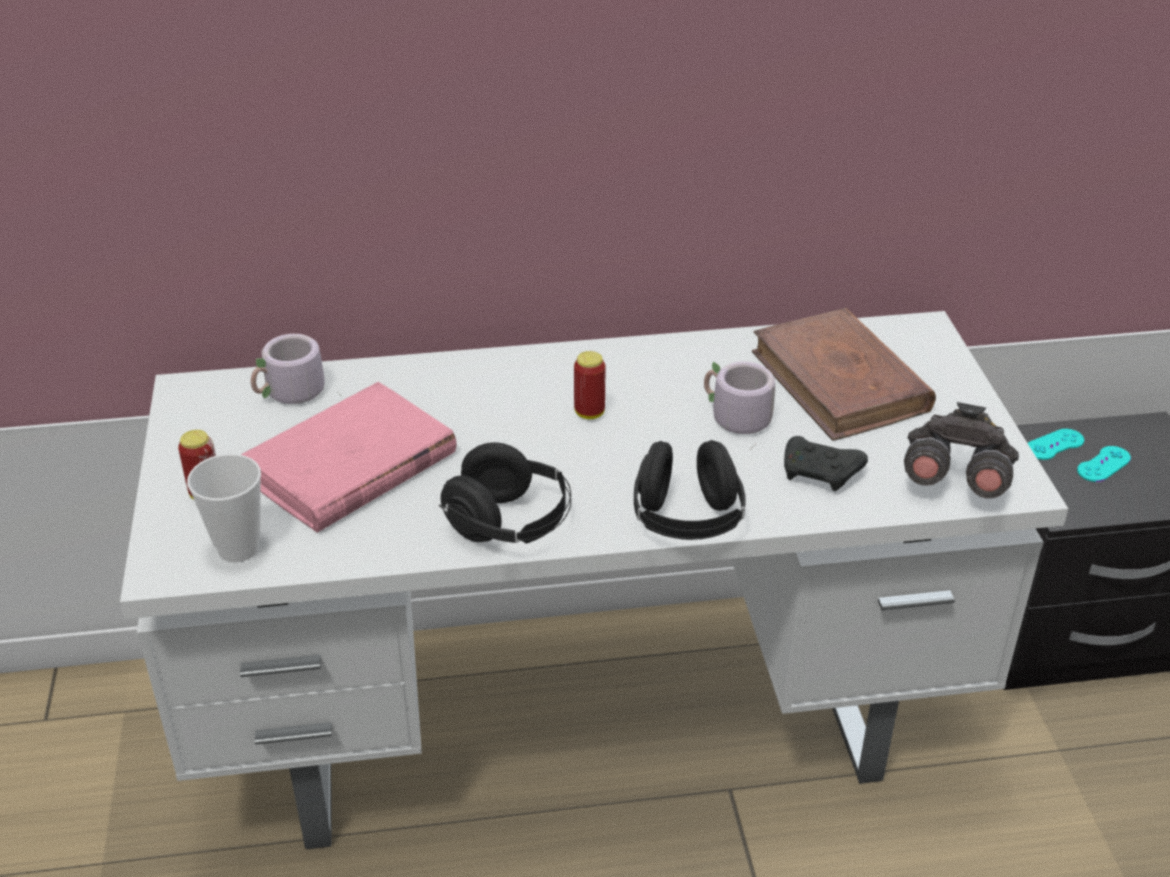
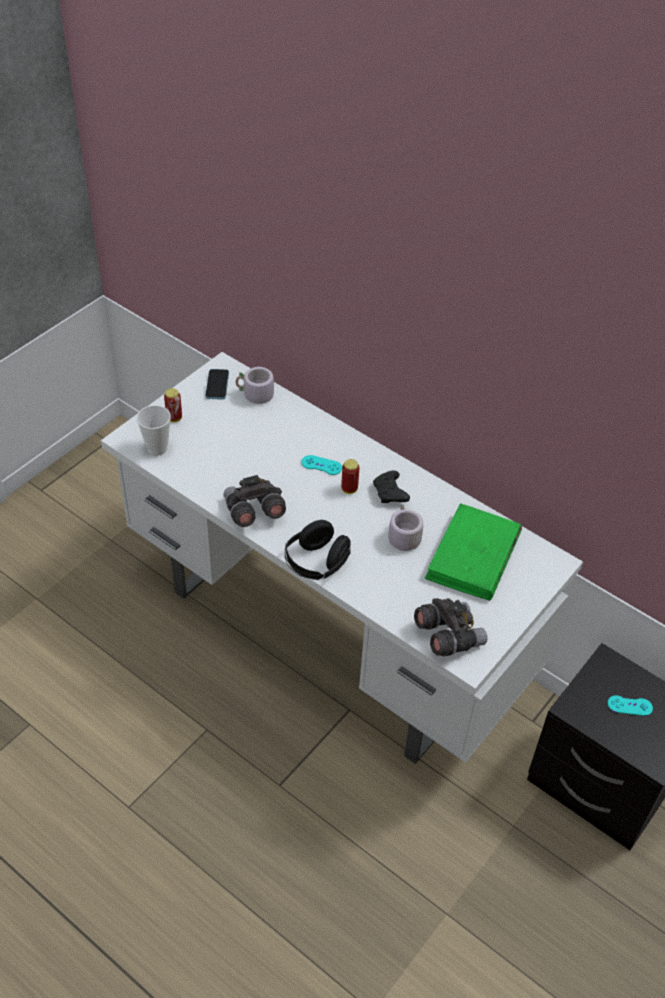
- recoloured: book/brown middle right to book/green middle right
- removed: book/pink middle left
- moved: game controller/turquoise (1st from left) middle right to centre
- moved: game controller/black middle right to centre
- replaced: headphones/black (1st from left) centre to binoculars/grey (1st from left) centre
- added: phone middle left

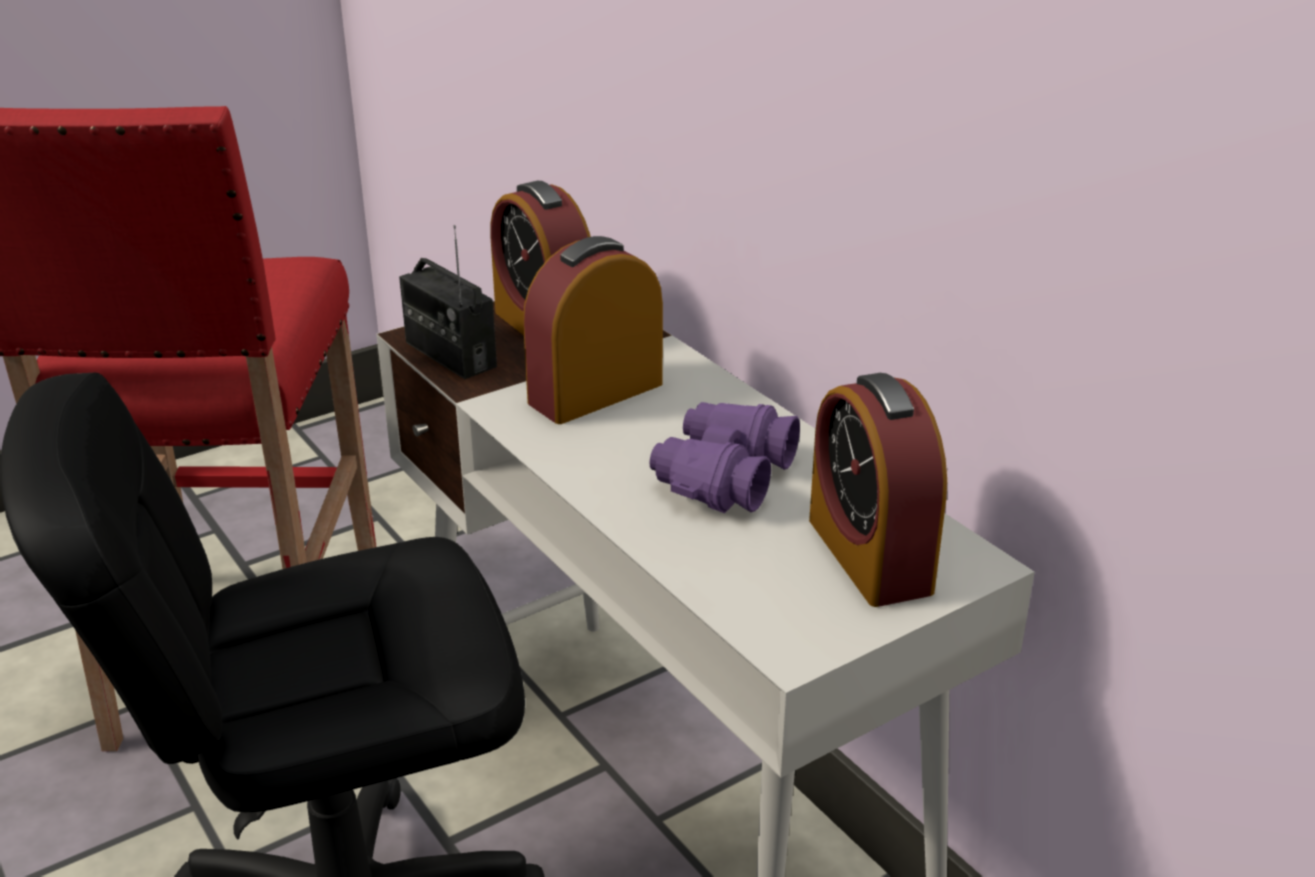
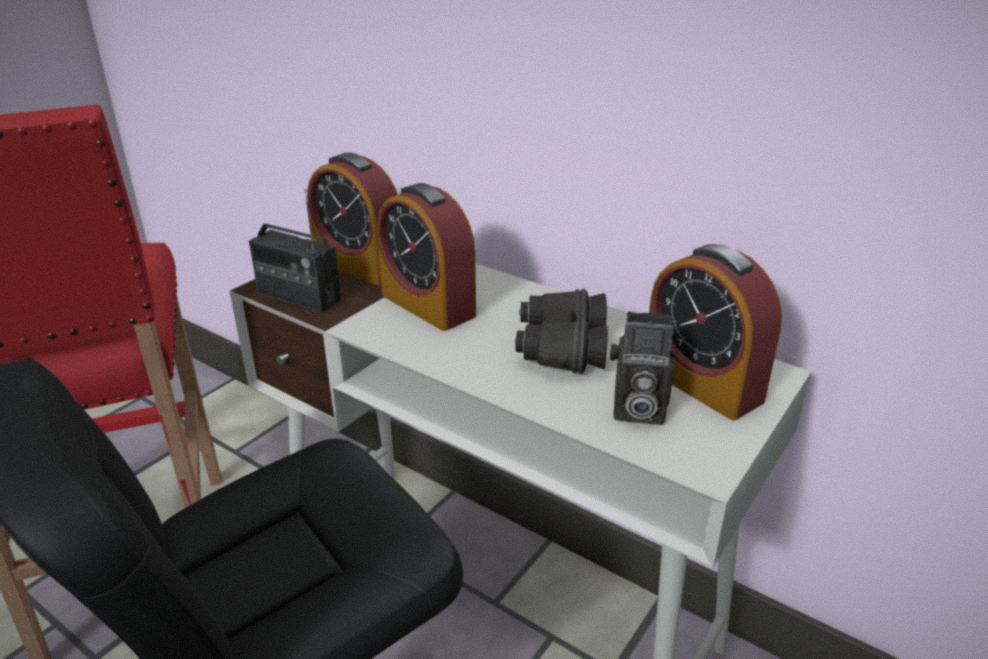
- turned: alarm clock (2nd from left) centre = centre 75 degrees counterclockwise
- recoloured: binoculars/purple centre to binoculars/black centre
- added: photo camera centre

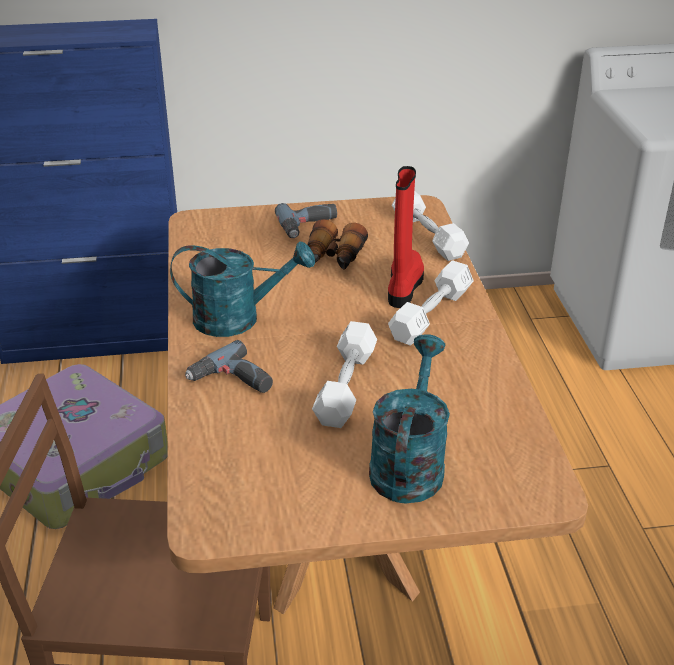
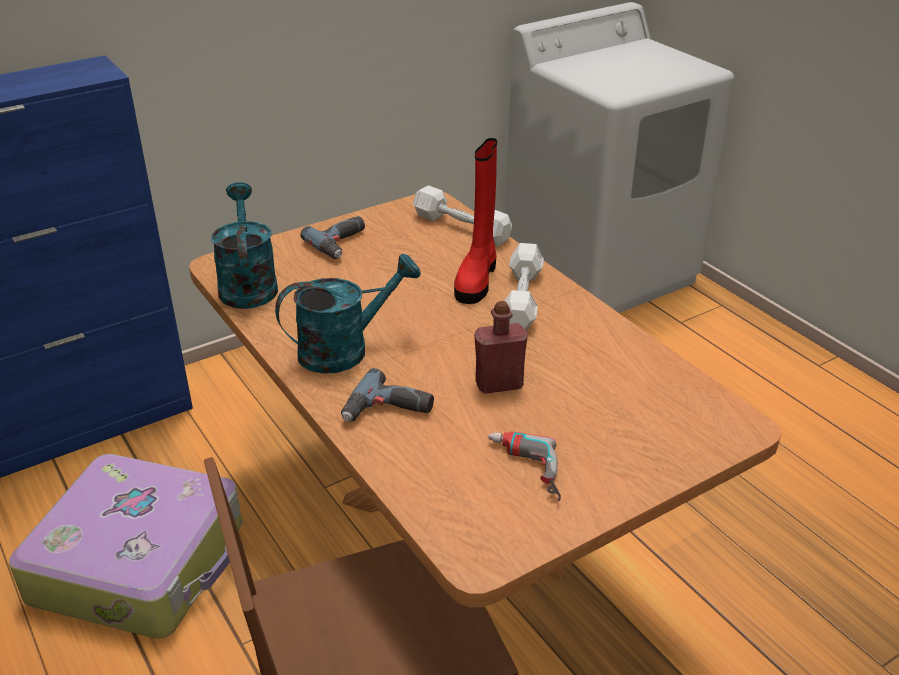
- turned: boot/red centre = top centre 150 degrees counterclockwise
- removed: binoculars centre
- replaced: dumbbell/white (1st from left) centre to bottle/red centre
- moved: watering can/turquoise (2nd from left in the first image) centre to watering can/turquoise (1st from left) middle left
- added: power drill (3rd from left) bottom centre

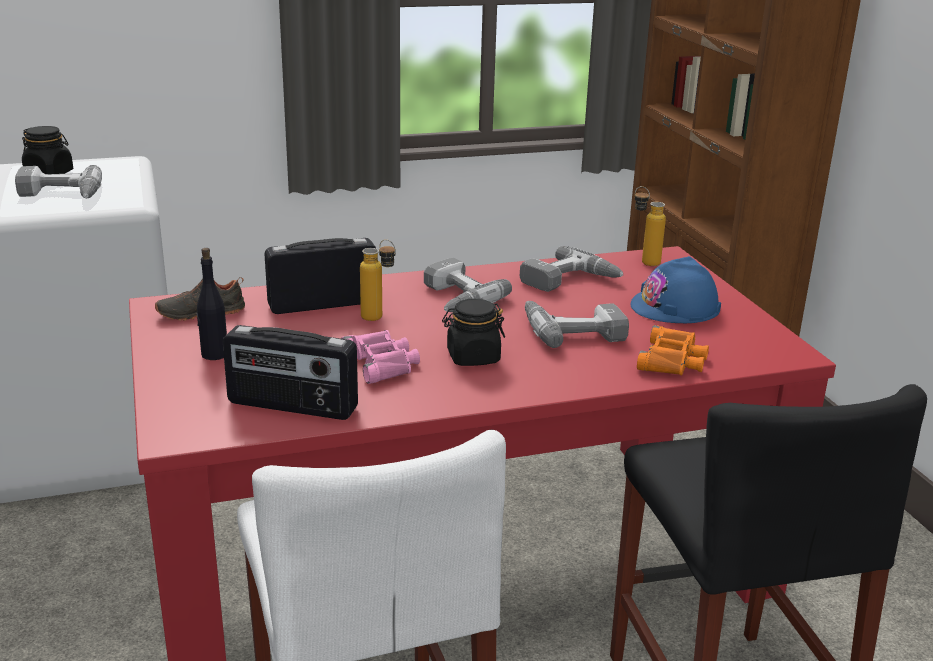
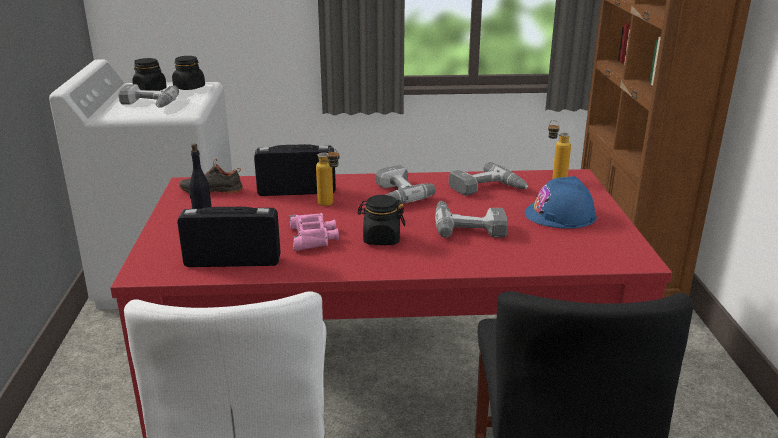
- turned: radio (1st from left) middle left = middle left 150 degrees clockwise
- removed: binoculars/orange middle right
- added: jar/black (2nd from left) top left

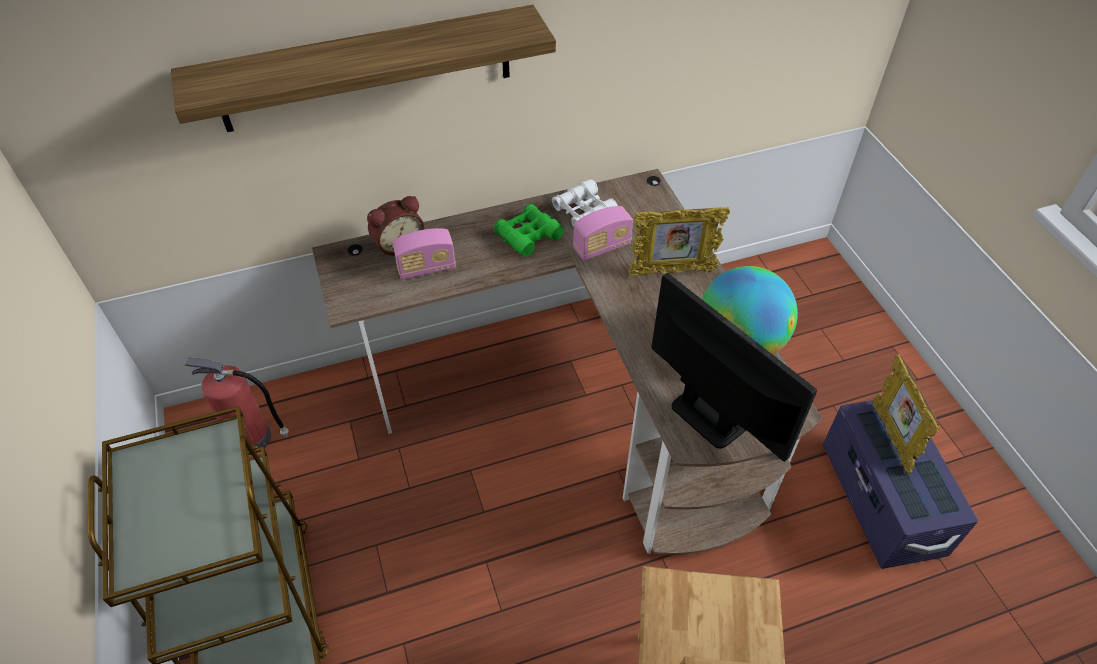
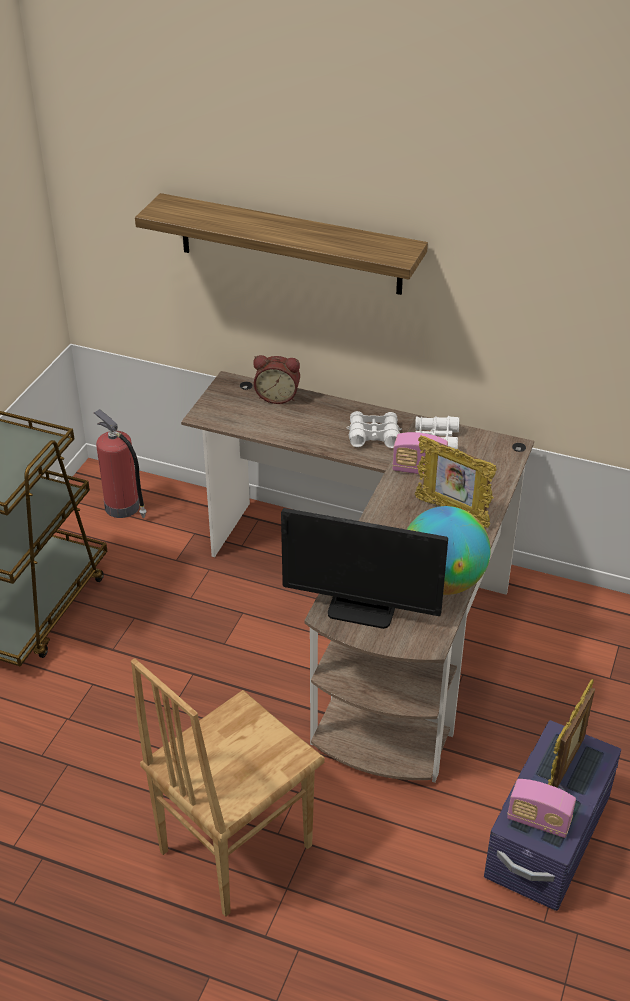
- recoloured: binoculars/green centre to binoculars/white (1st from left) centre
- moved: radio (1st from left in the first image) centre to radio (2nd from left) bottom right
- turned: monitor middle right = centre 105 degrees clockwise

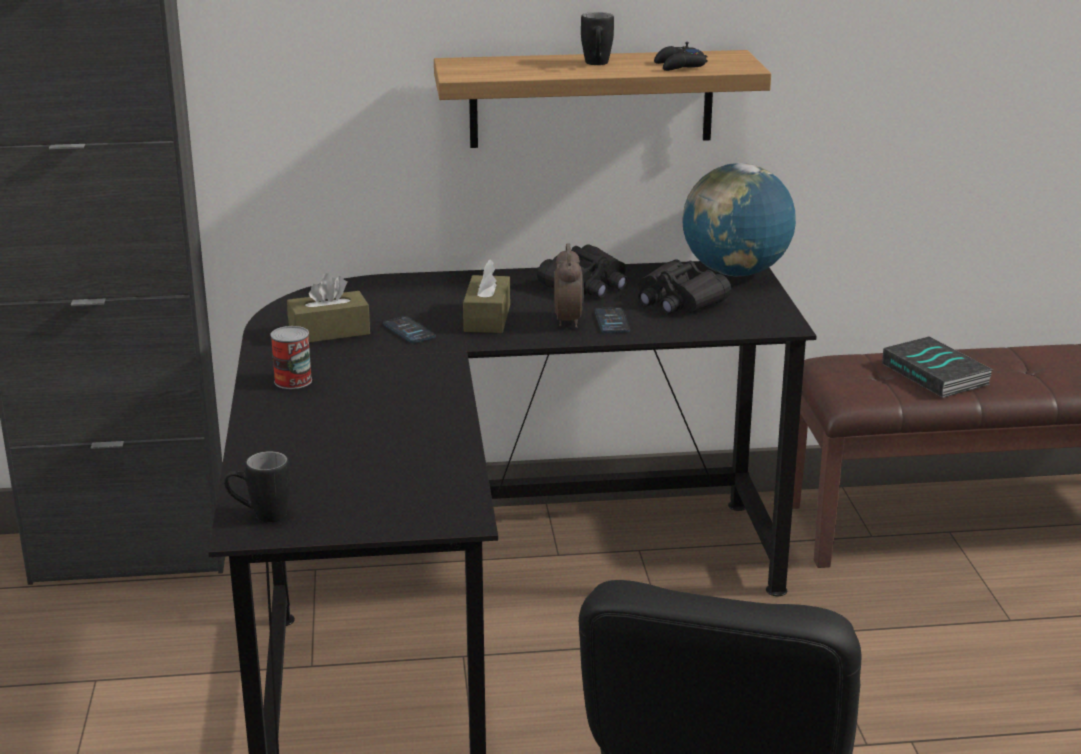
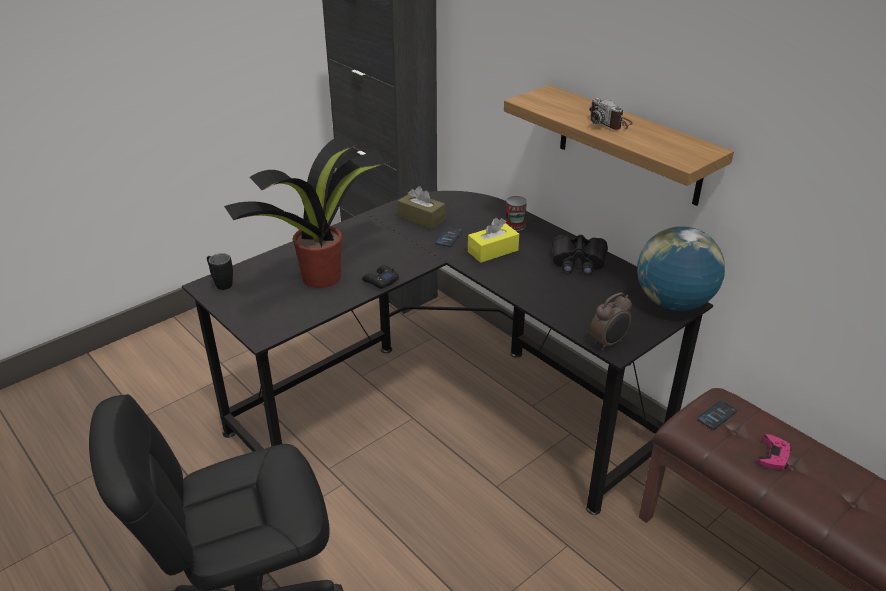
- replaced: mug/black (2nd from left) top centre to photo camera top right
- moved: game controller/black top centre to centre
- moved: alarm clock centre to middle right
- recoloured: tissue box/brown (2nd from left) centre to tissue box/yellow centre
- removed: binoculars/black (2nd from left) centre
- moved: phone (2nd from left) centre to bottom right
- moved: can middle left to centre
- replaced: book middle right to game controller/pink bottom right
- added: potted plant centre

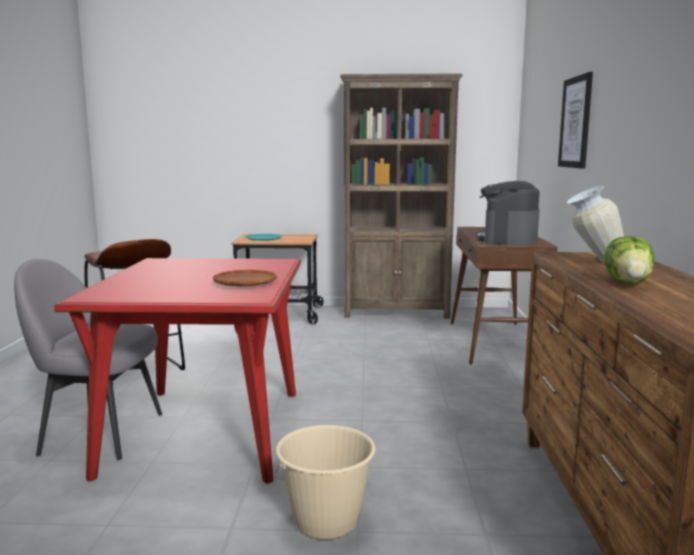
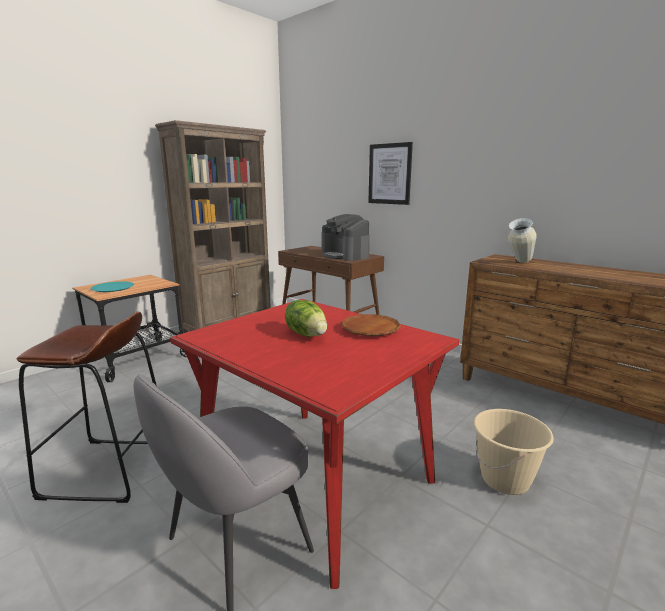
- moved: lettuce middle right to centre

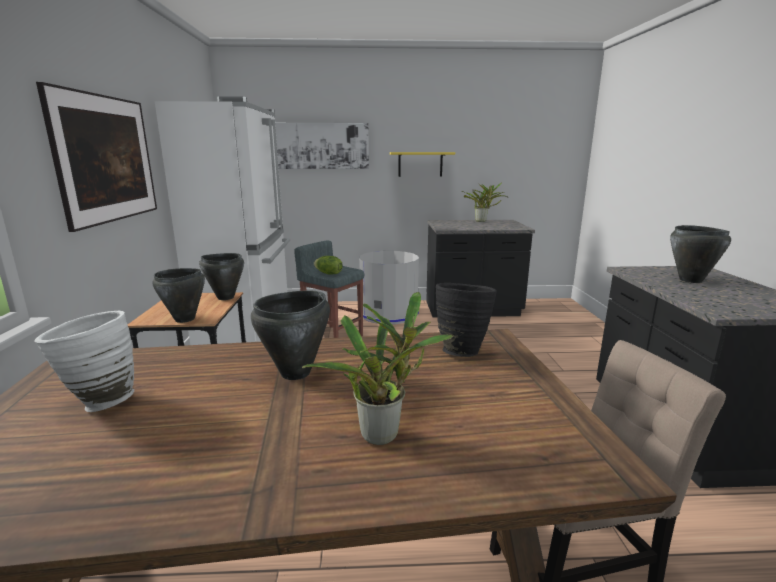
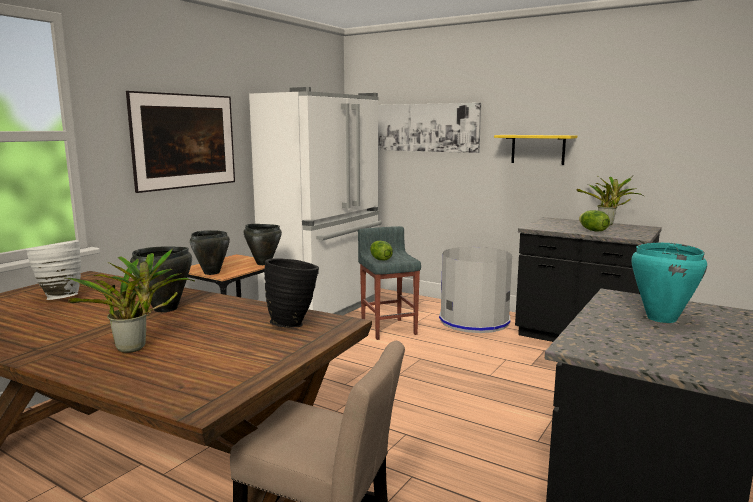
- recoloured: cooking pot/black (4th from left) middle right to cooking pot/turquoise middle right
- added: lettuce (2nd from left) middle right

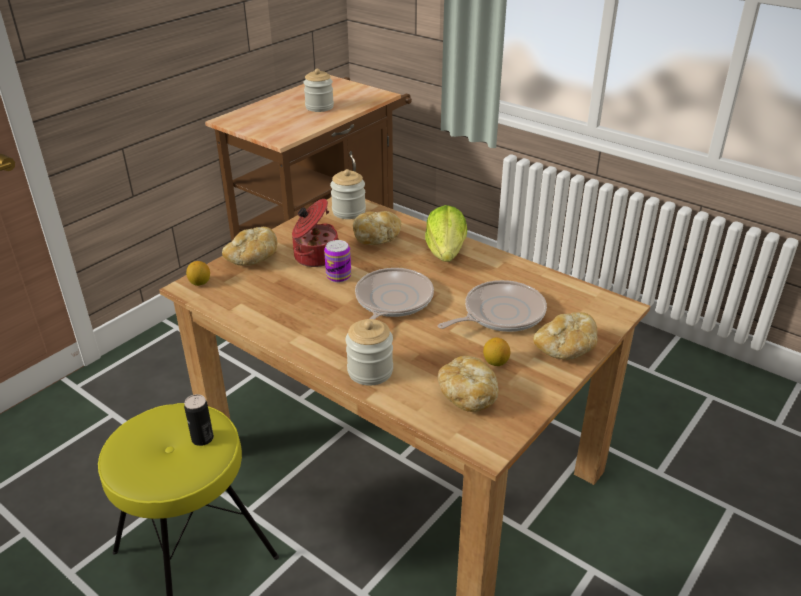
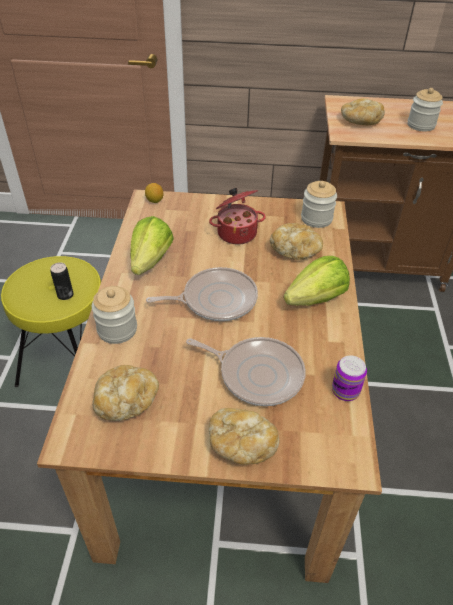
- moved: bread (1st from left in the first image) middle left to bread (4th from left) top right
- moved: can (2nd from left) centre to middle right
- removed: lemon (2nd from left) centre
- added: lettuce (1st from left) centre

